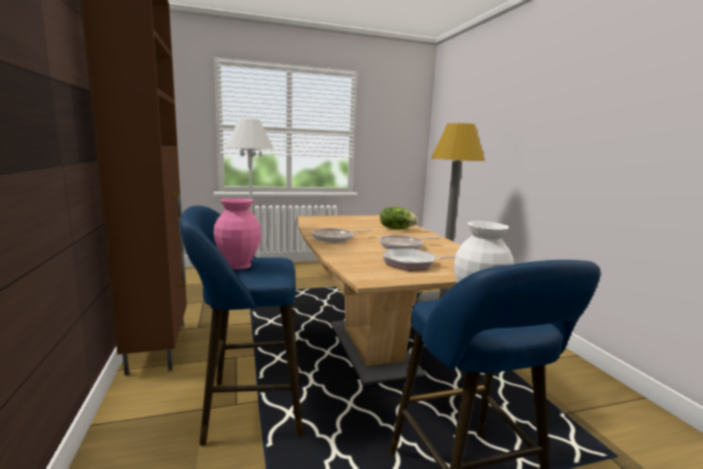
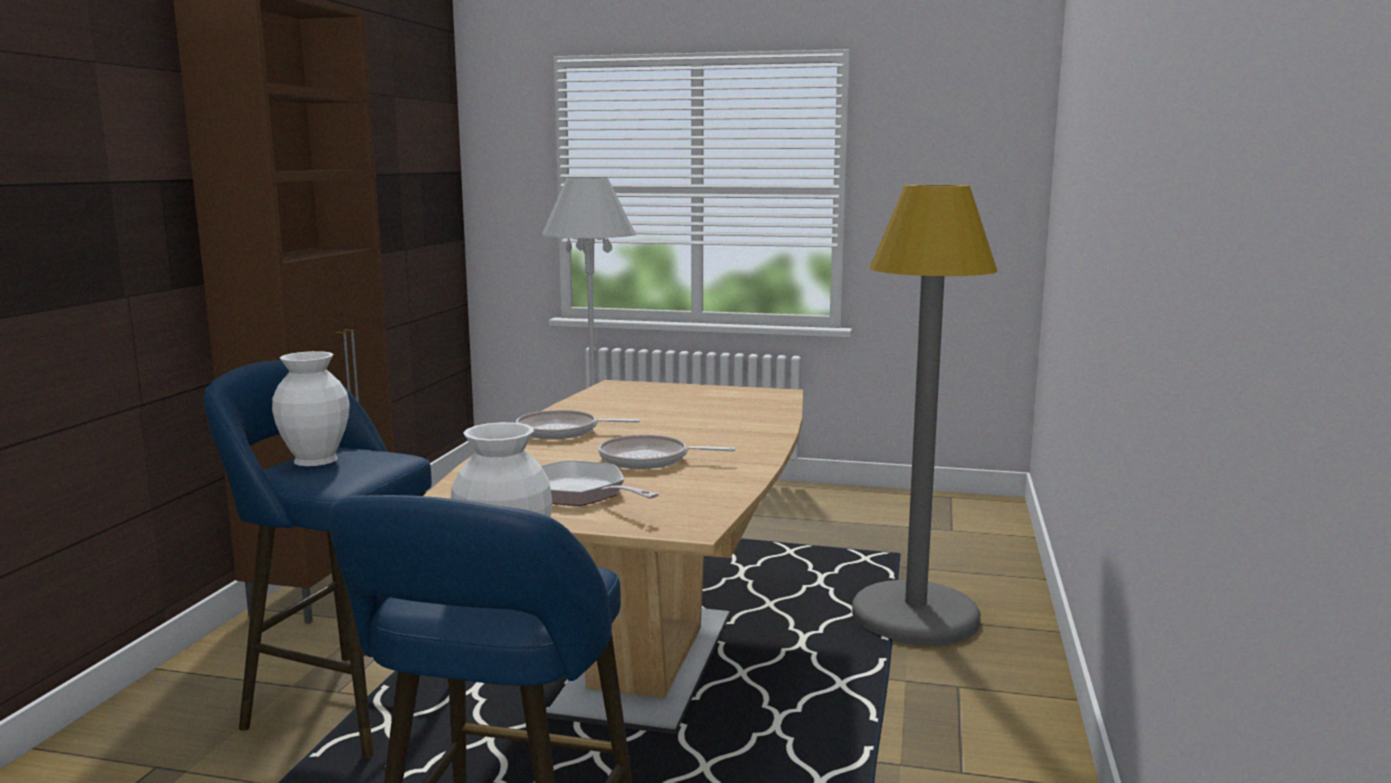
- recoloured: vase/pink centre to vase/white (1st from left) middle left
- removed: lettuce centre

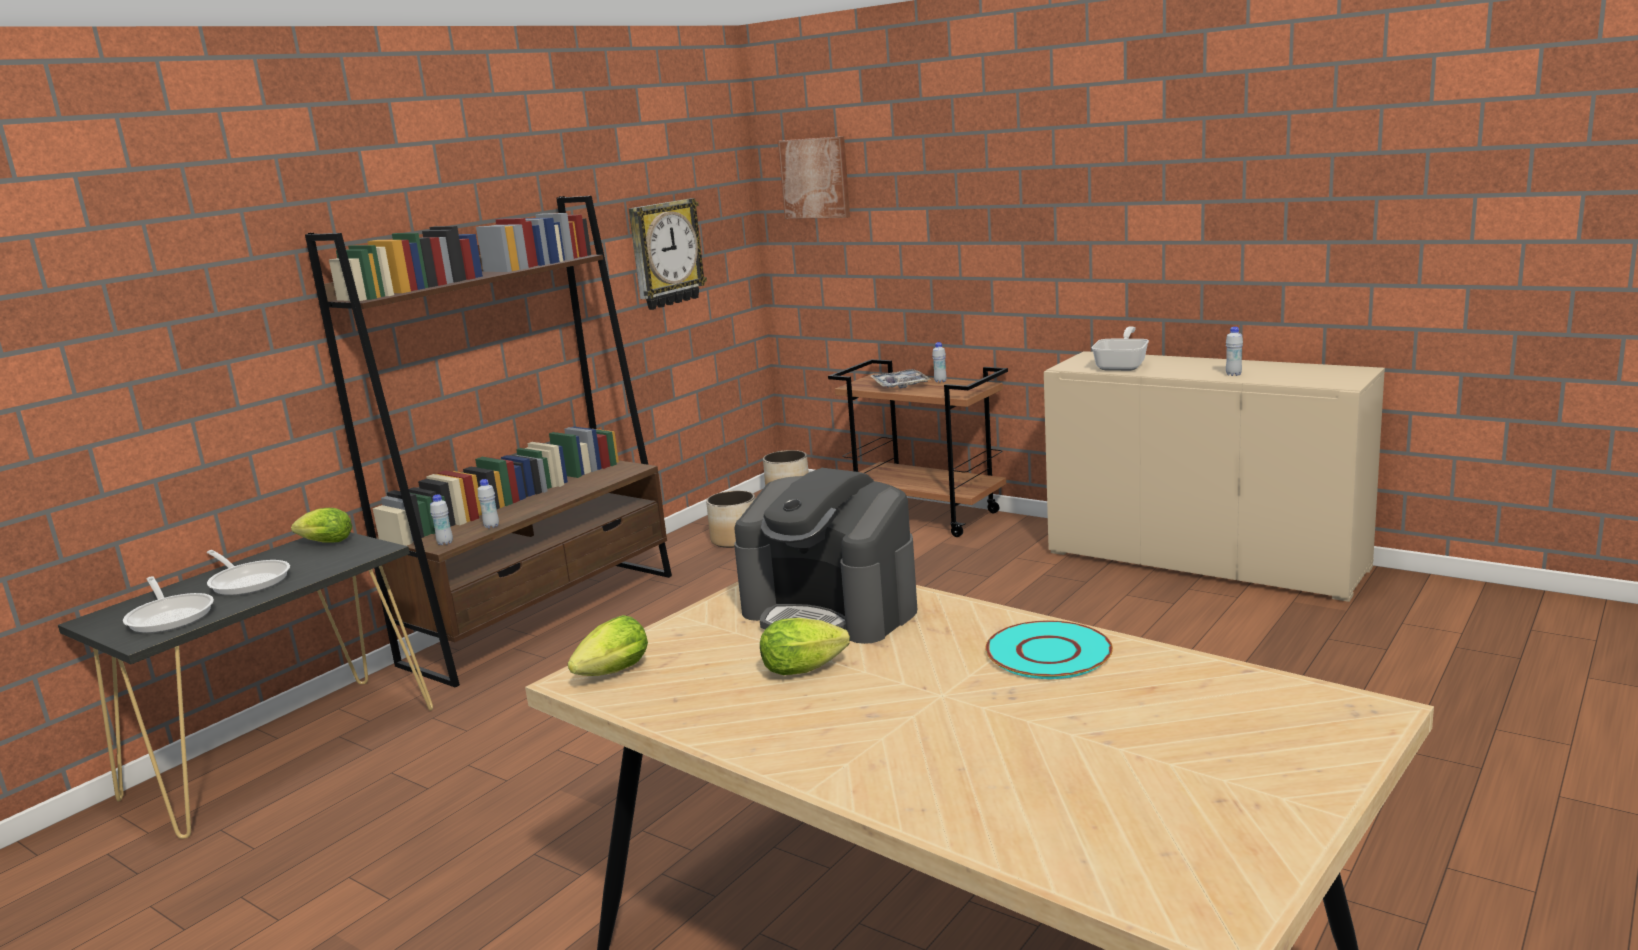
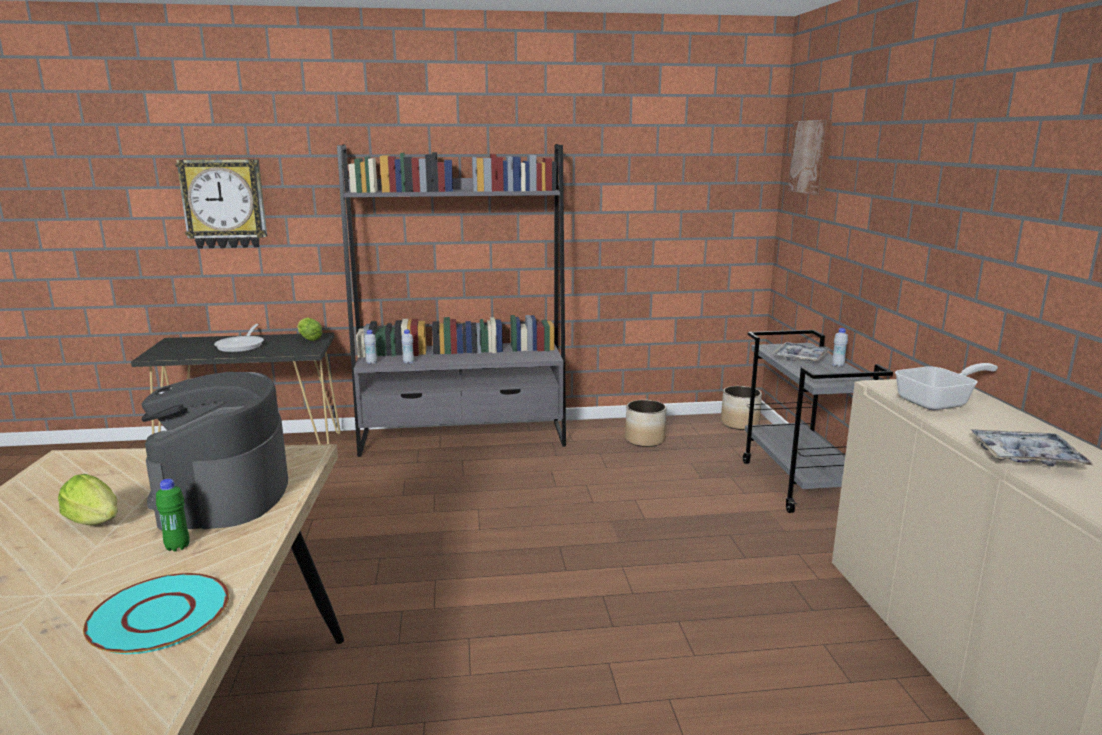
- recoloured: bookcase/brown middle left to bookcase/grey centre
- moved: wall clock top centre to top left
- replaced: bottle/white (4th from left) middle right to tray (2nd from left) middle right
- recoloured: cart/brown centre to cart/grey middle right
- removed: frying pan (1st from left) middle left
- removed: lettuce (2nd from left) bottom centre
- added: bottle/green bottom left

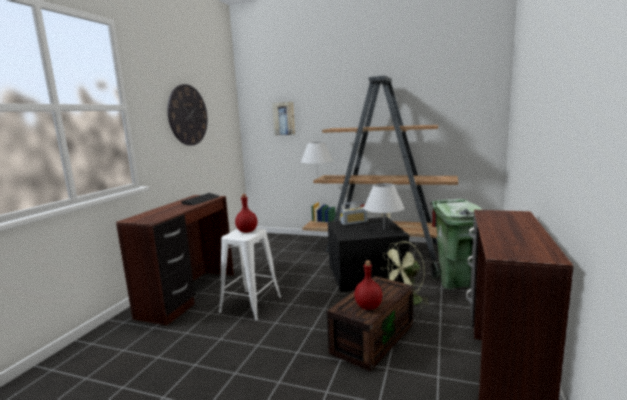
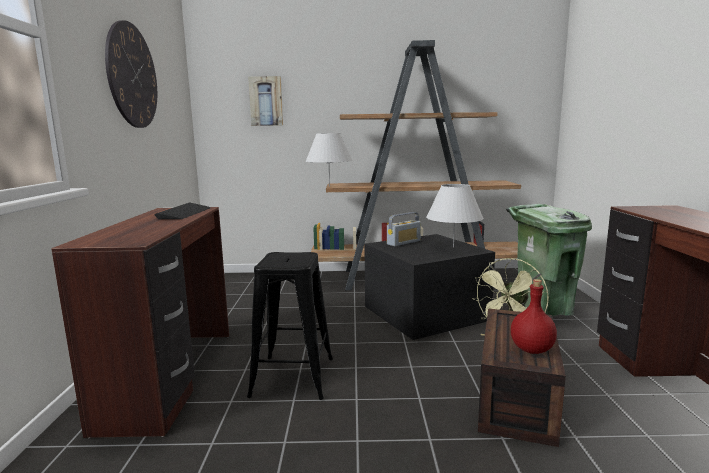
- removed: bottle/red (1st from left) centre
- recoloured: stool/white bottom centre to stool/black bottom centre

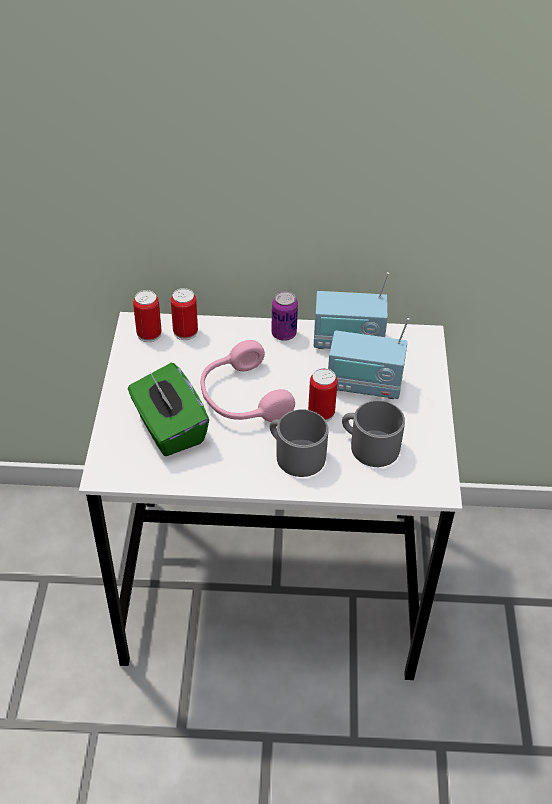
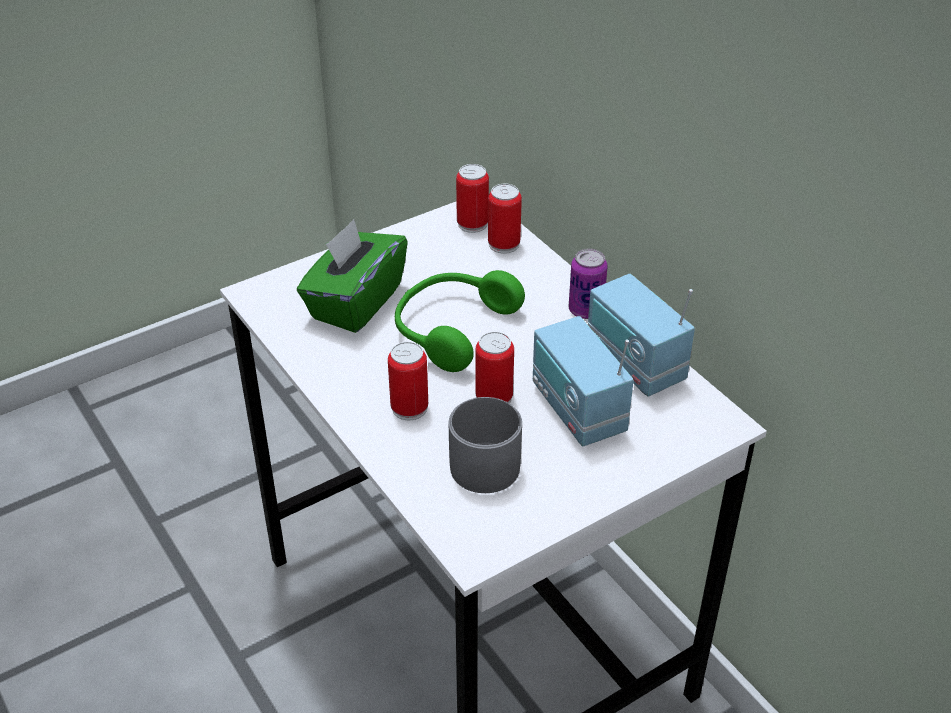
- recoloured: headphones/pink centre to headphones/green centre
- replaced: mug/grey (1st from left) centre to can (1st from left) centre

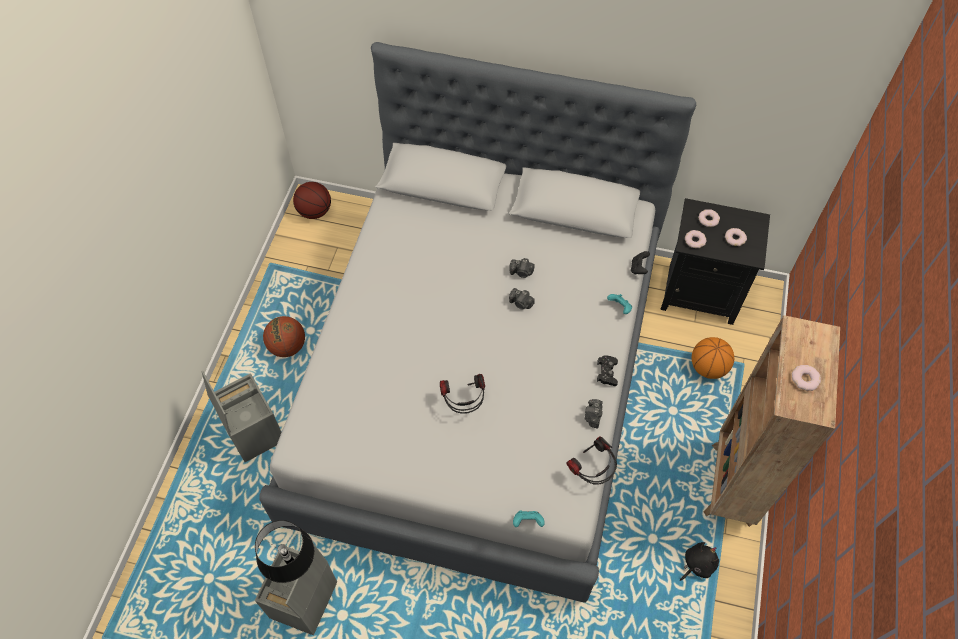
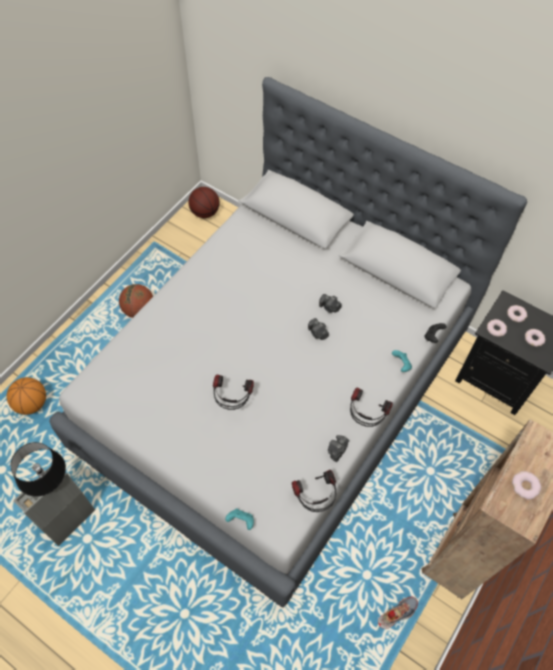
- moved: basketball (3rd from left in the first image) middle right to basketball (1st from left) middle left
- replaced: game controller/black (1st from left) centre to headphones (3rd from left) middle right
- removed: storage box/grey (1st from left) middle left
- replaced: plush toy/black bottom right to shoe bottom right

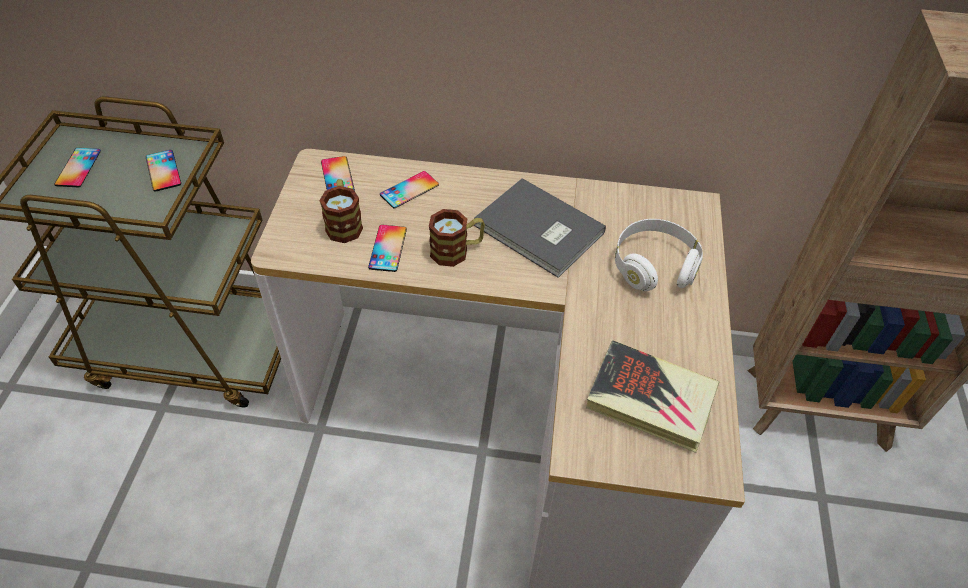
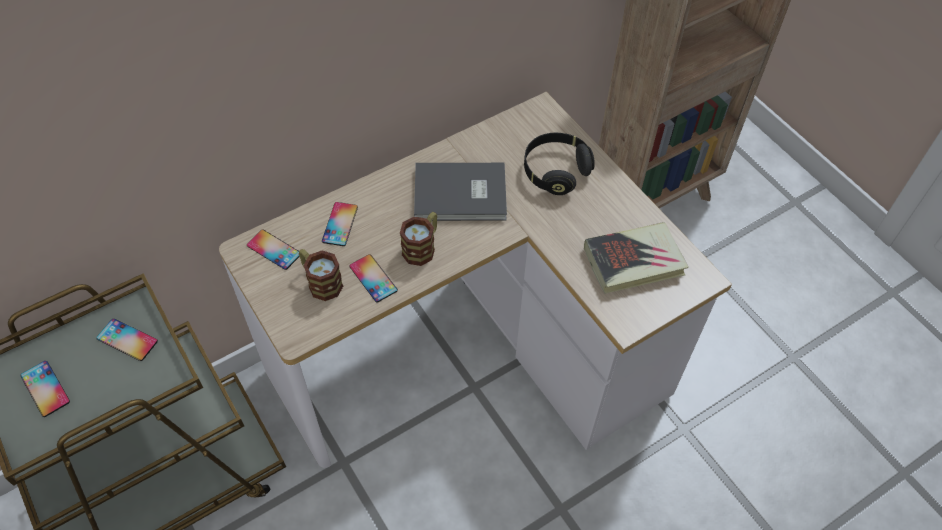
- recoloured: headphones/white middle right to headphones/black top centre

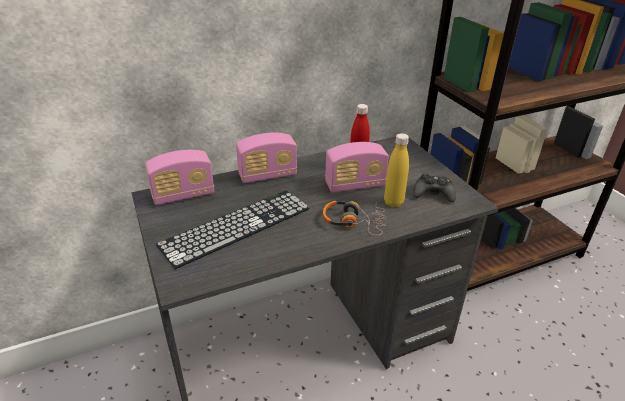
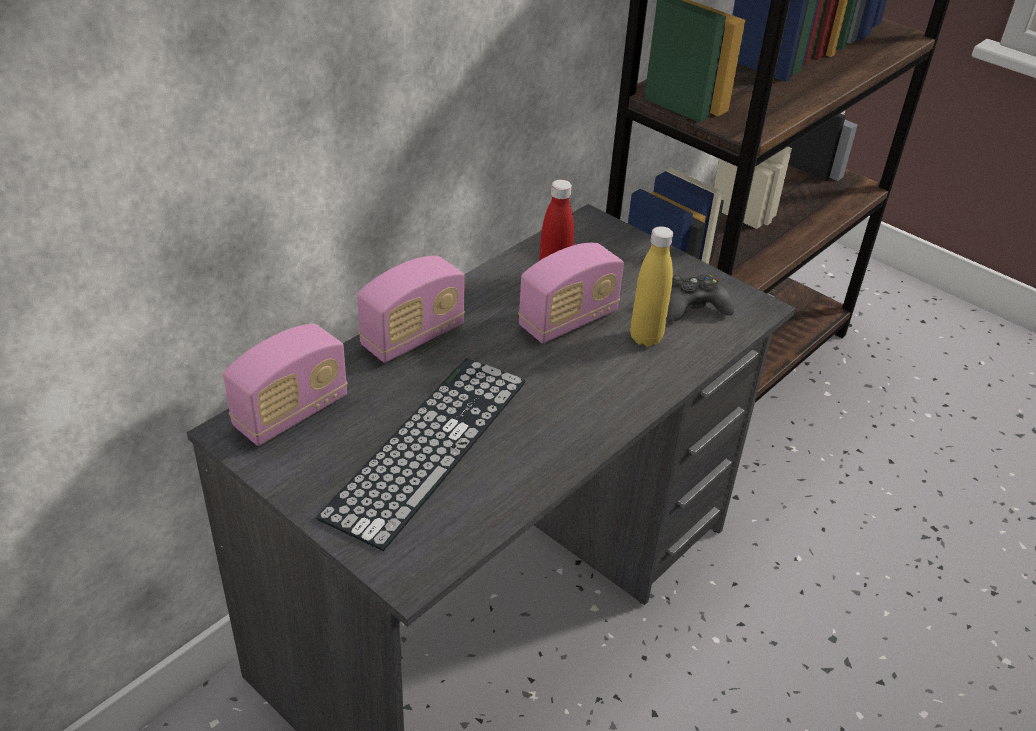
- removed: headphones centre

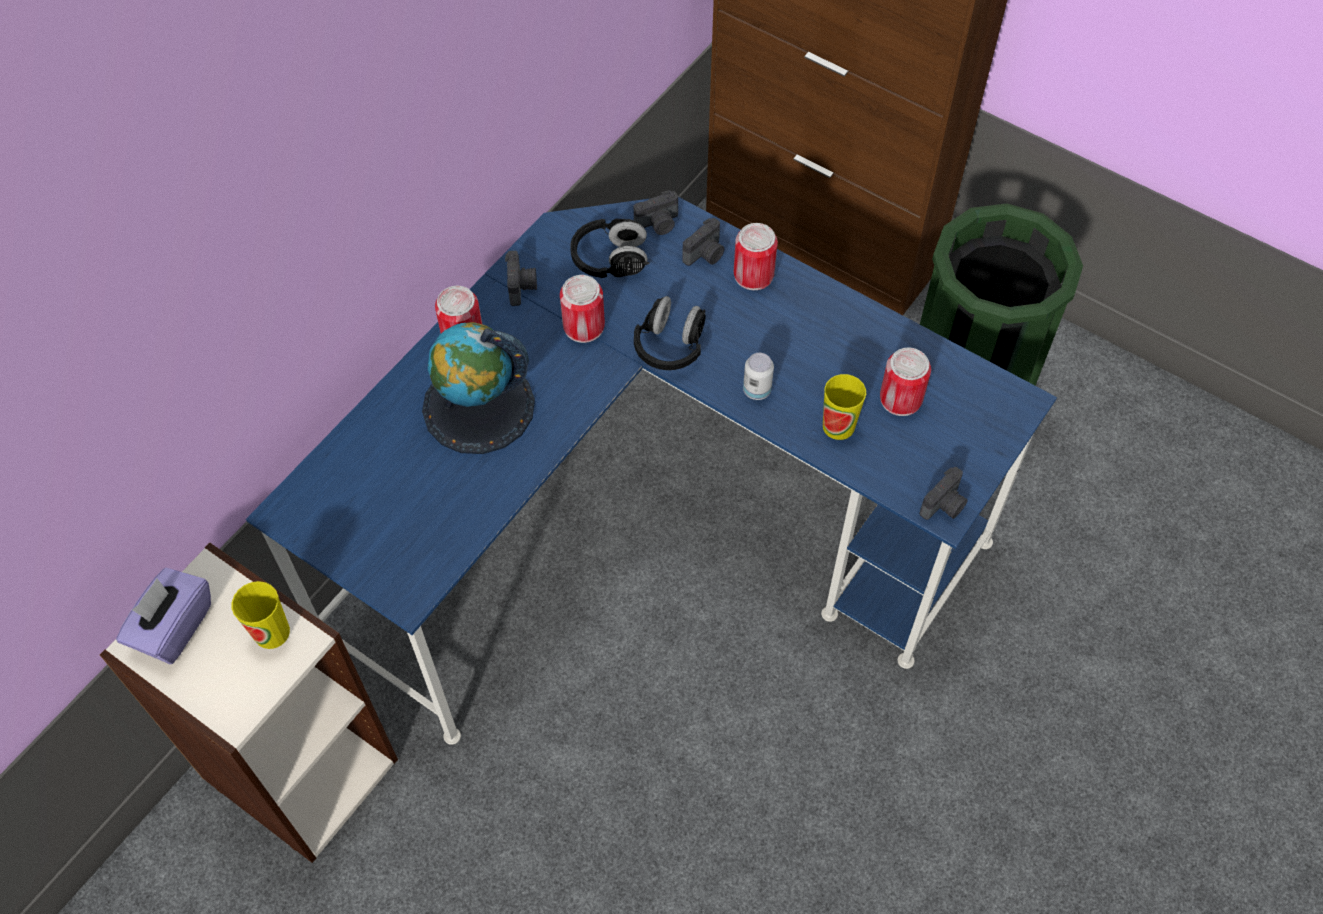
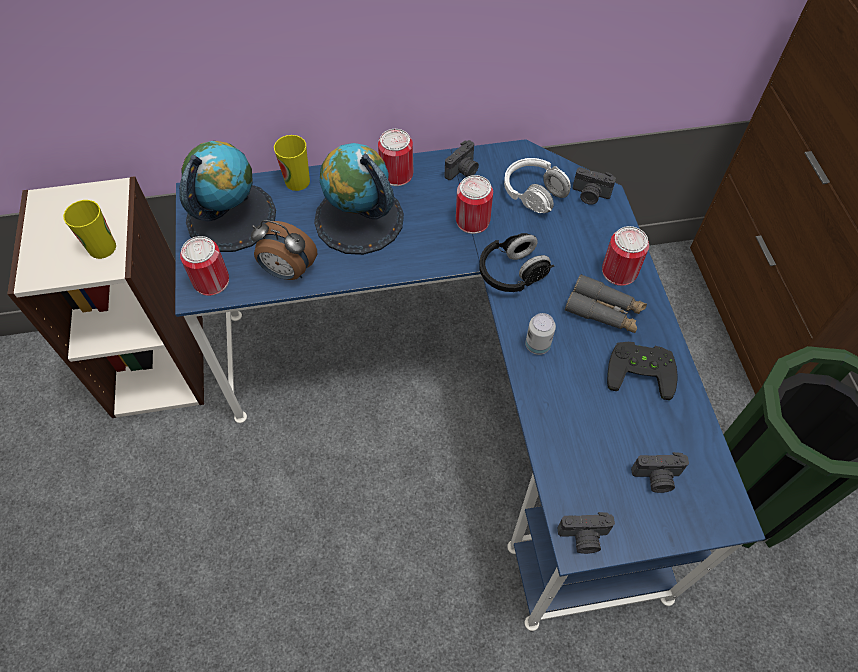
- moved: photo camera (3rd from left in the first image) top centre to photo camera (4th from left) bottom right
- recoloured: headphones/black (1st from left) top centre to headphones/white top centre
- moved: can (5th from left in the first image) middle right to can (1st from left) middle left
- moved: cup (2nd from left) centre to top centre
- removed: tissue box/purple bottom left
- added: globe (1st from left) top left
- added: alarm clock middle left
- added: binoculars/grey middle right
- added: game controller/black middle right

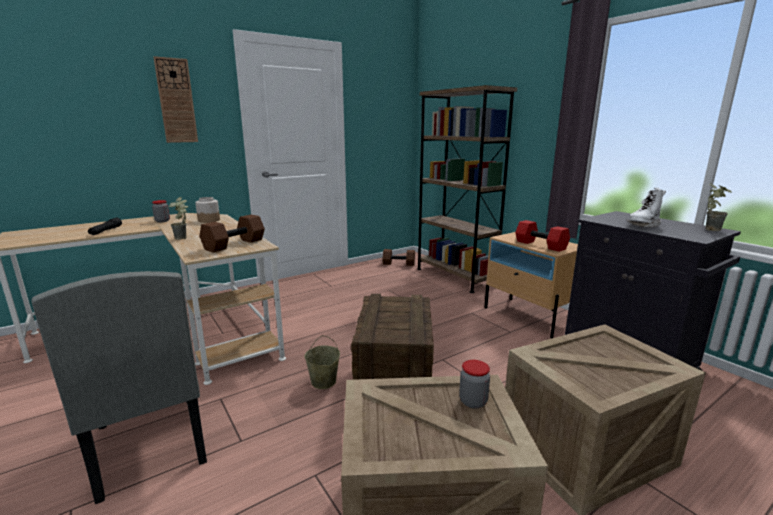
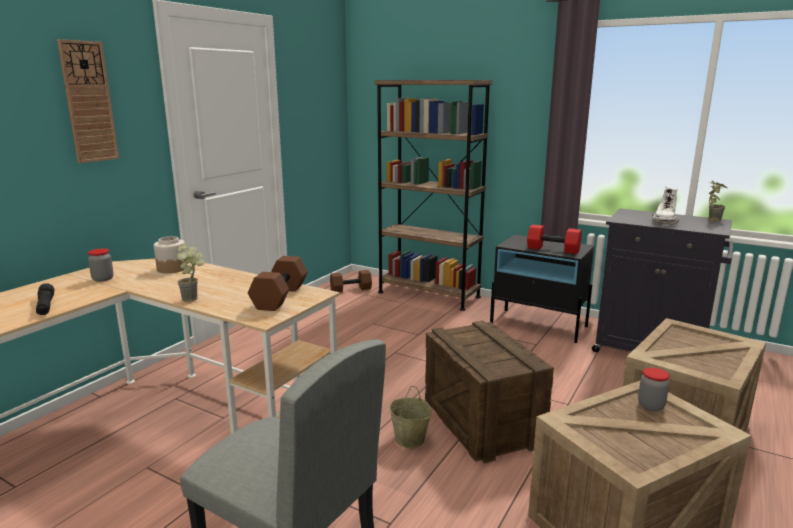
- recoloured: nightstand/beige middle right to nightstand/black middle right

